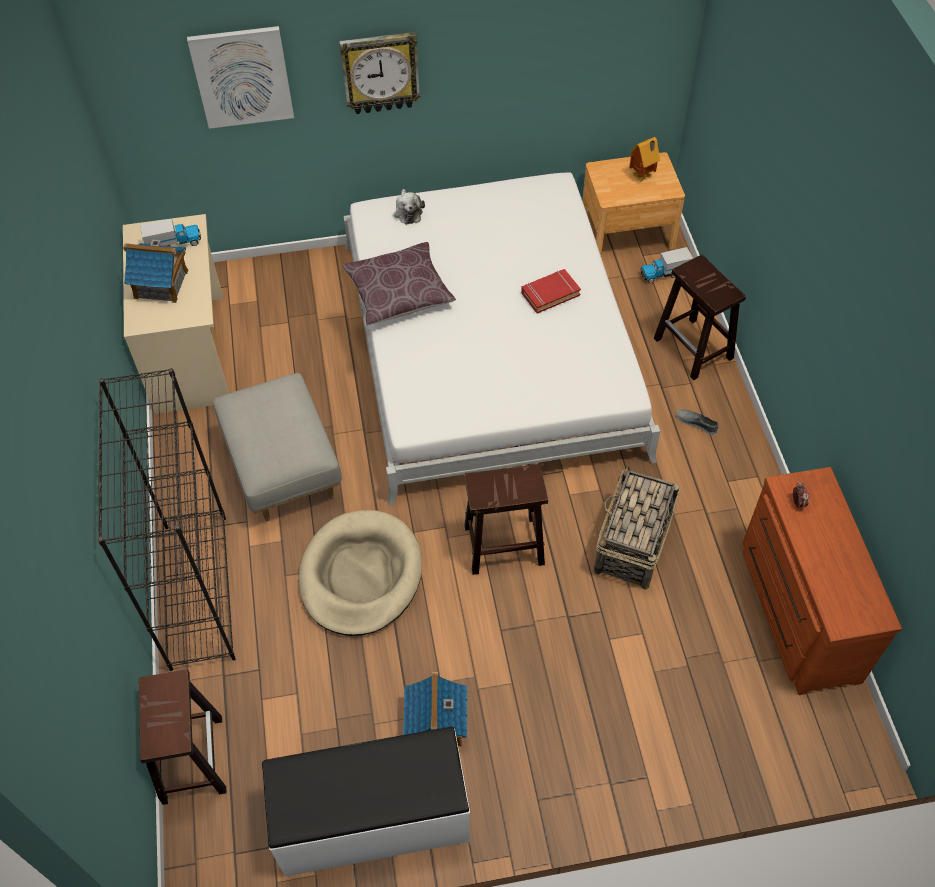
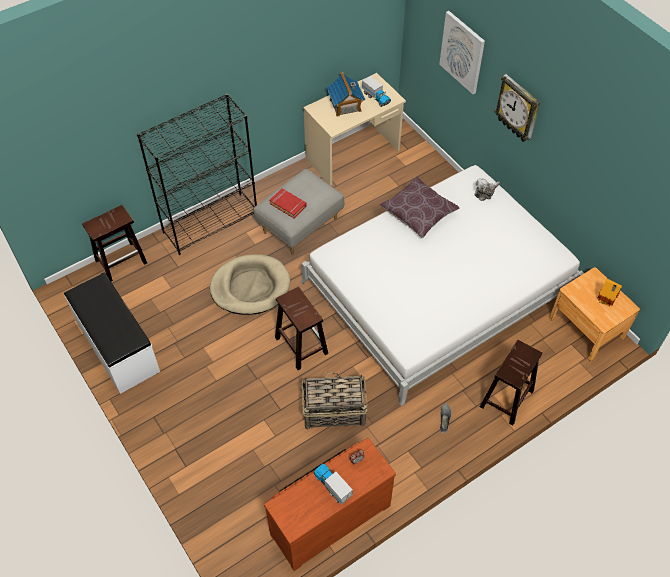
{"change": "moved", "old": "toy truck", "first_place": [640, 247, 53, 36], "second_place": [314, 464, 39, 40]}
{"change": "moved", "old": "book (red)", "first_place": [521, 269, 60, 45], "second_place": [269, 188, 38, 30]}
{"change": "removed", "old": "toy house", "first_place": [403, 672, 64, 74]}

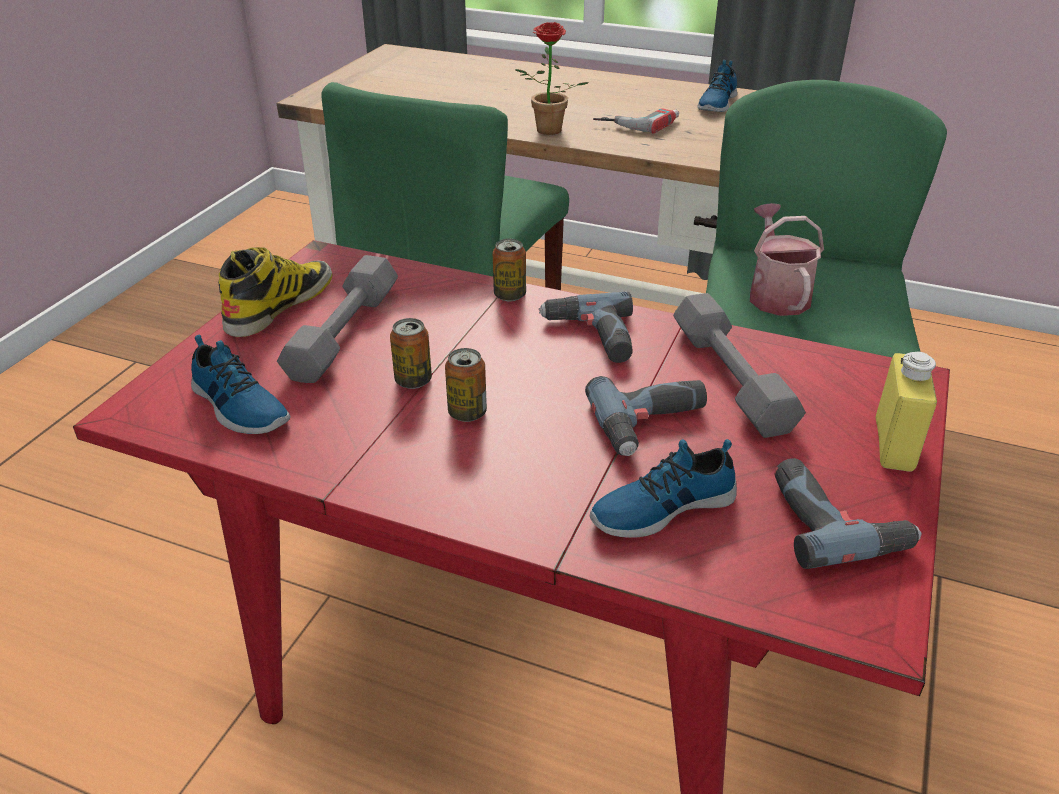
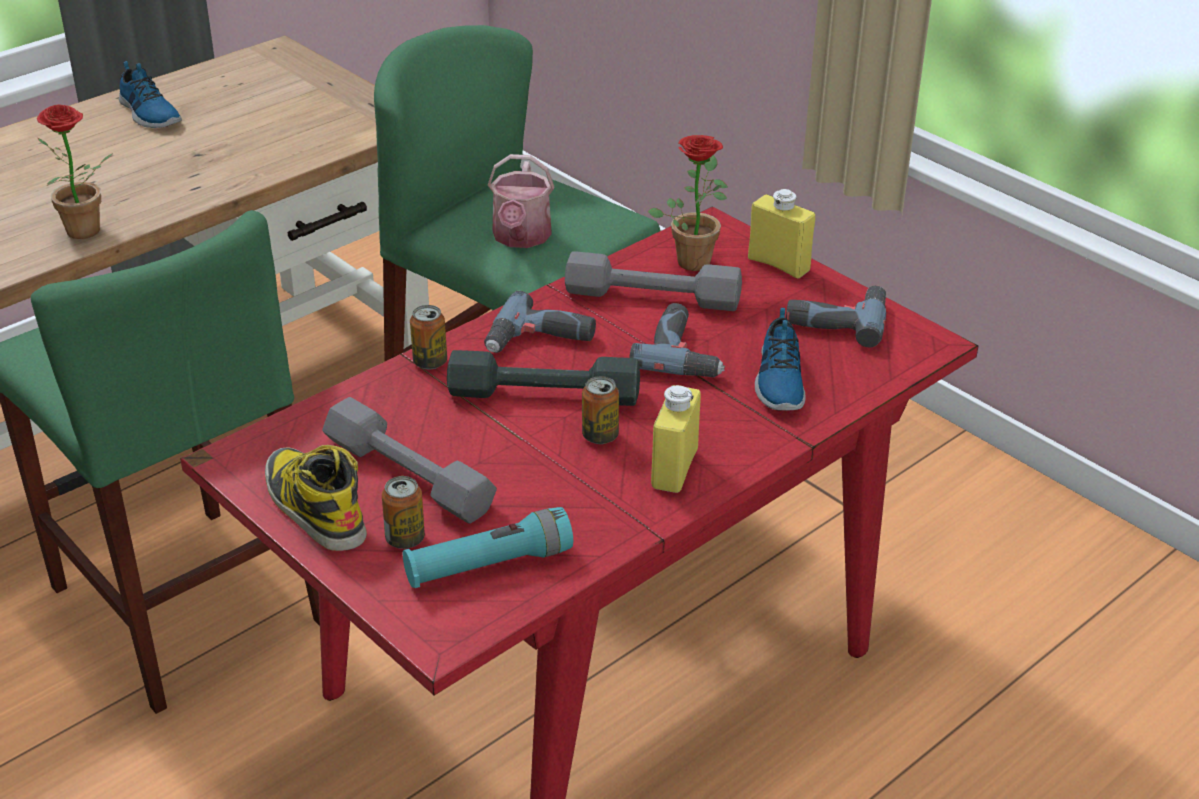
{"change": "removed", "old": "power drill", "first_place": [593, 109, 86, 25]}
{"change": "turned", "old": "watering can", "first_place": [750, 203, 74, 113], "second_place": [488, 154, 66, 94], "degrees": -105}
{"change": "moved", "old": "can", "first_place": [390, 318, 42, 71], "second_place": [382, 476, 43, 73]}
{"change": "replaced", "old": "shoe", "new": "flashlight (turquoise)", "first_place": [191, 334, 100, 100], "second_place": [403, 507, 170, 81]}
{"change": "added", "new": "potted plant", "second_place": [648, 135, 80, 136]}
{"change": "added", "new": "dumbbell (grey)", "second_place": [447, 350, 193, 56]}
{"change": "added", "new": "bottle (yellow)", "second_place": [651, 385, 50, 108]}

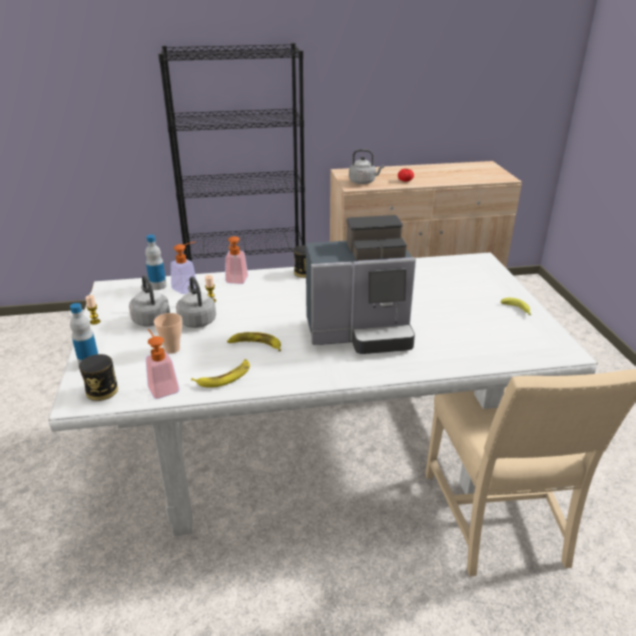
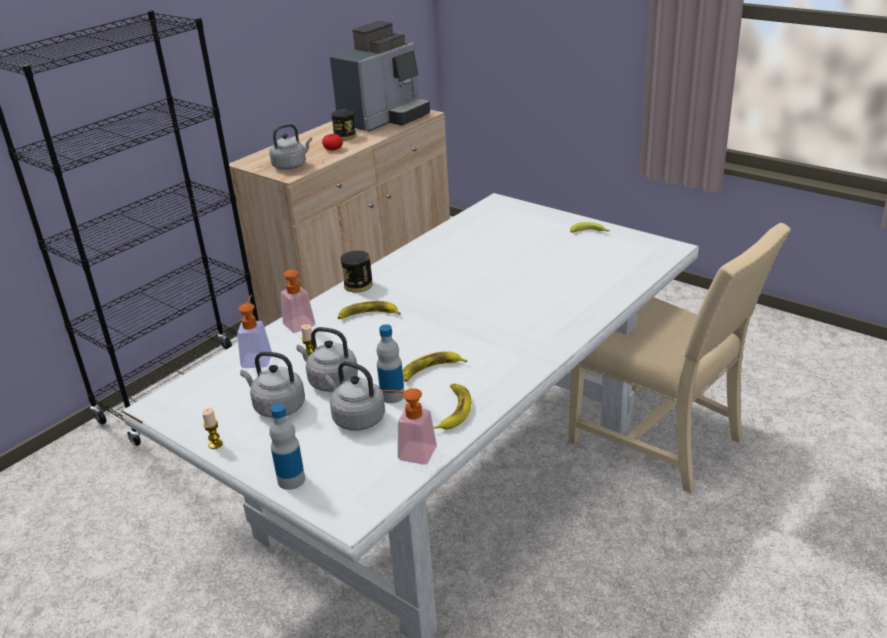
{"change": "moved", "old": "coffee machine", "first_place": [306, 215, 110, 139], "second_place": [330, 21, 100, 111]}
{"change": "moved", "old": "bottle", "first_place": [145, 235, 22, 55], "second_place": [377, 324, 27, 79]}
{"change": "replaced", "old": "cup", "new": "kettle (grey)", "first_place": [154, 313, 28, 41], "second_place": [325, 361, 60, 70]}
{"change": "moved", "old": "can", "first_place": [79, 354, 39, 47], "second_place": [331, 109, 25, 31]}
{"change": "added", "new": "banana", "second_place": [338, 301, 63, 18]}

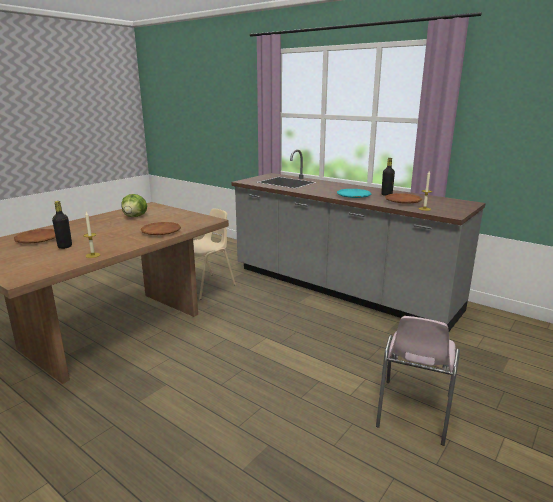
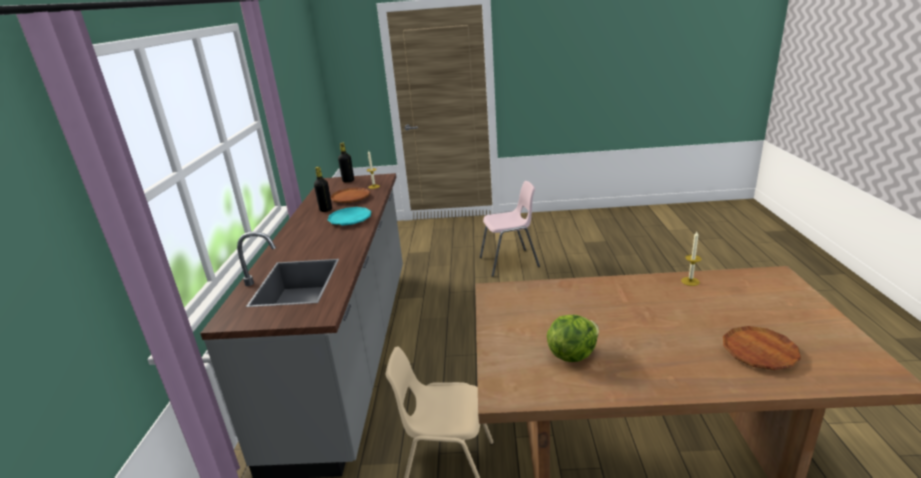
{"change": "moved", "old": "bottle (black)", "first_place": [52, 201, 20, 48], "second_place": [338, 143, 16, 40]}
{"change": "removed", "old": "plate (brown)", "first_place": [141, 222, 40, 13]}

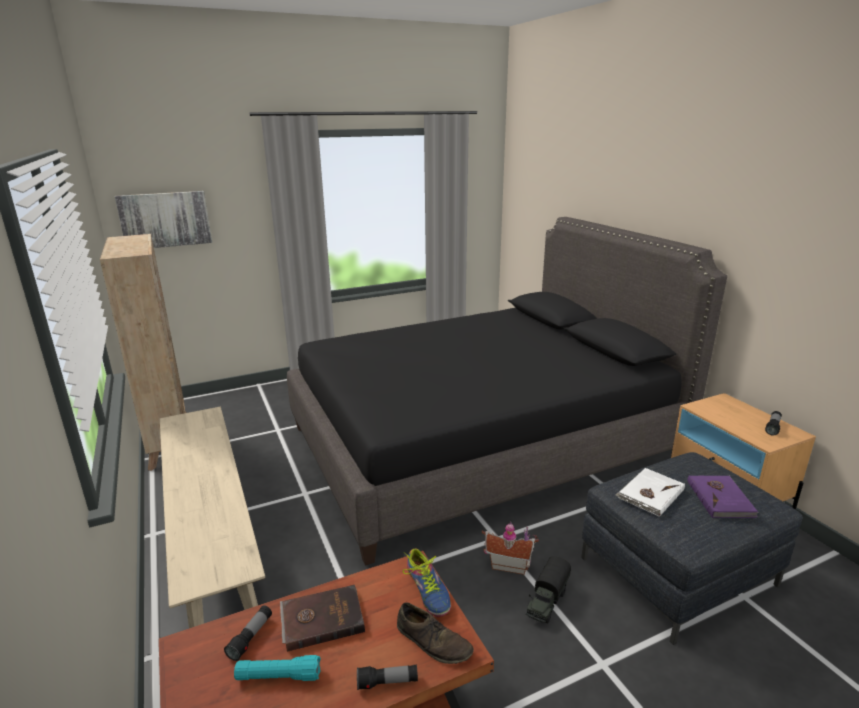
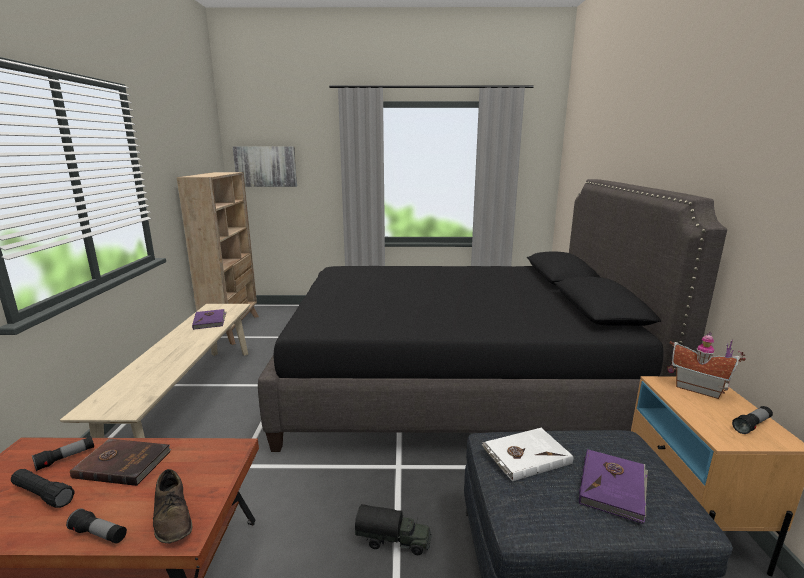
{"change": "moved", "old": "toy house", "first_place": [482, 522, 57, 53], "second_place": [667, 332, 79, 67]}
{"change": "removed", "old": "shoe", "first_place": [403, 549, 48, 68]}
{"change": "turned", "old": "toy truck", "first_place": [526, 556, 45, 67], "second_place": [355, 504, 77, 51], "degrees": -135}
{"change": "recoloured", "old": "flashlight (turquoise)", "new": "flashlight (black)", "first_place": [234, 655, 87, 26], "second_place": [11, 469, 64, 39]}
{"change": "added", "new": "book (purple)", "second_place": [192, 309, 34, 21]}

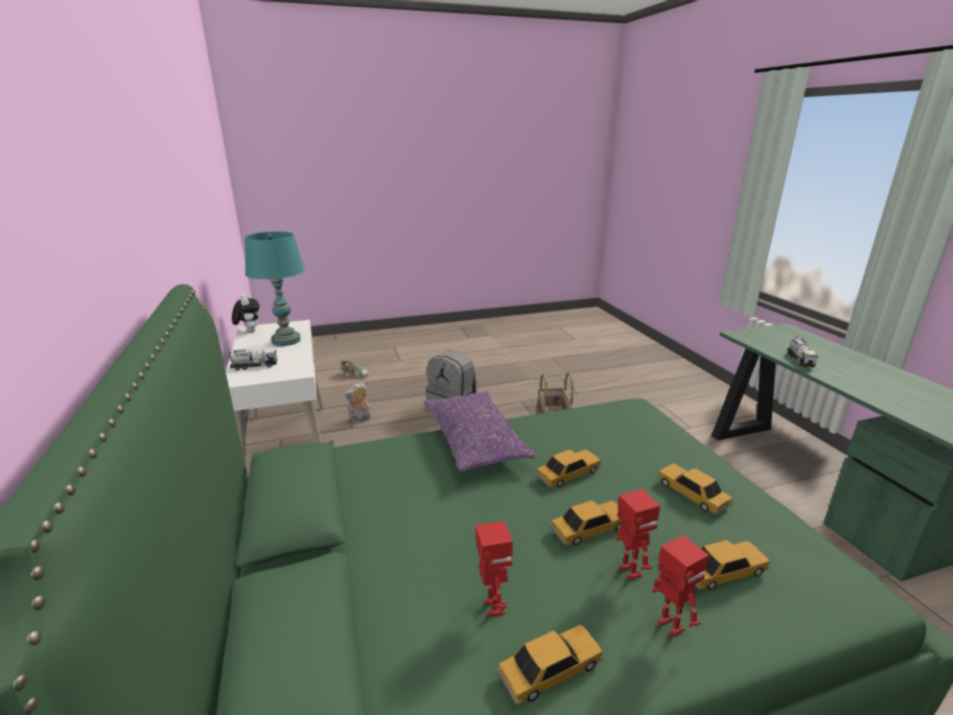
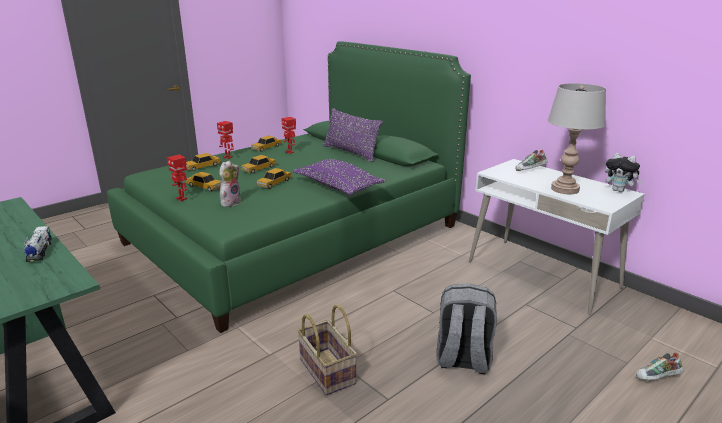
{"change": "recoloured", "old": "table lamp (turquoise)", "new": "table lamp (grey)", "first_place": [245, 232, 60, 114], "second_place": [548, 83, 58, 111]}
{"change": "replaced", "old": "toy truck", "new": "shoe", "first_place": [230, 349, 47, 21], "second_place": [516, 150, 32, 21]}
{"change": "moved", "old": "plush toy", "first_place": [344, 382, 27, 41], "second_place": [219, 160, 22, 47]}
{"change": "moved", "old": "toy robot", "first_place": [616, 489, 44, 91], "second_place": [167, 155, 20, 46]}
{"change": "added", "new": "pillow (purple)", "second_place": [323, 108, 60, 54]}

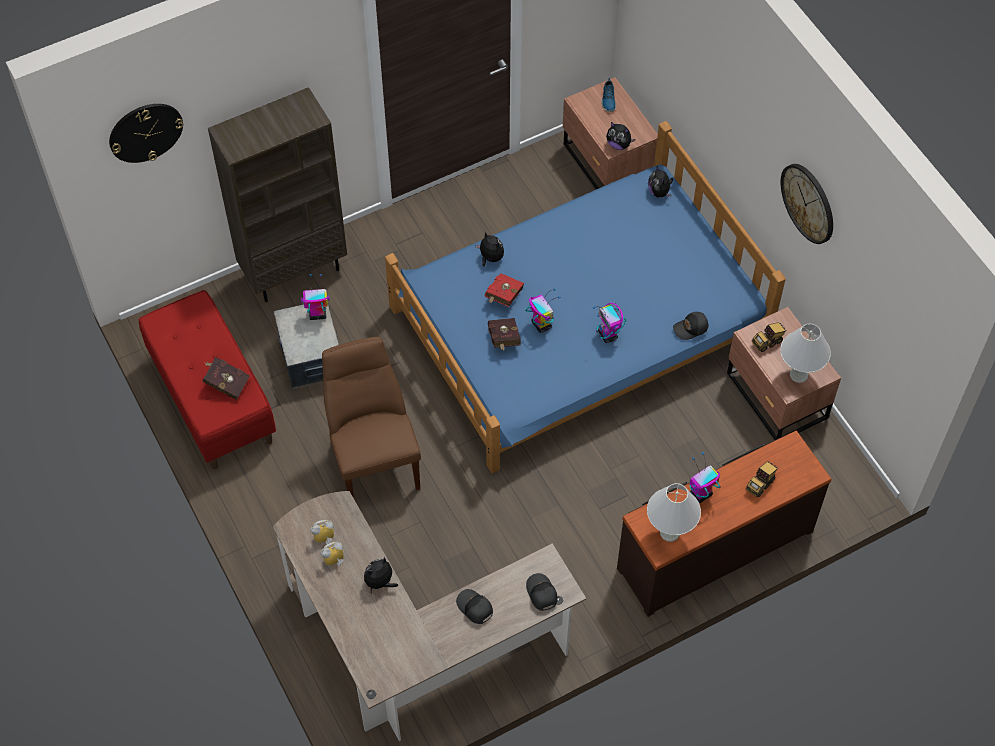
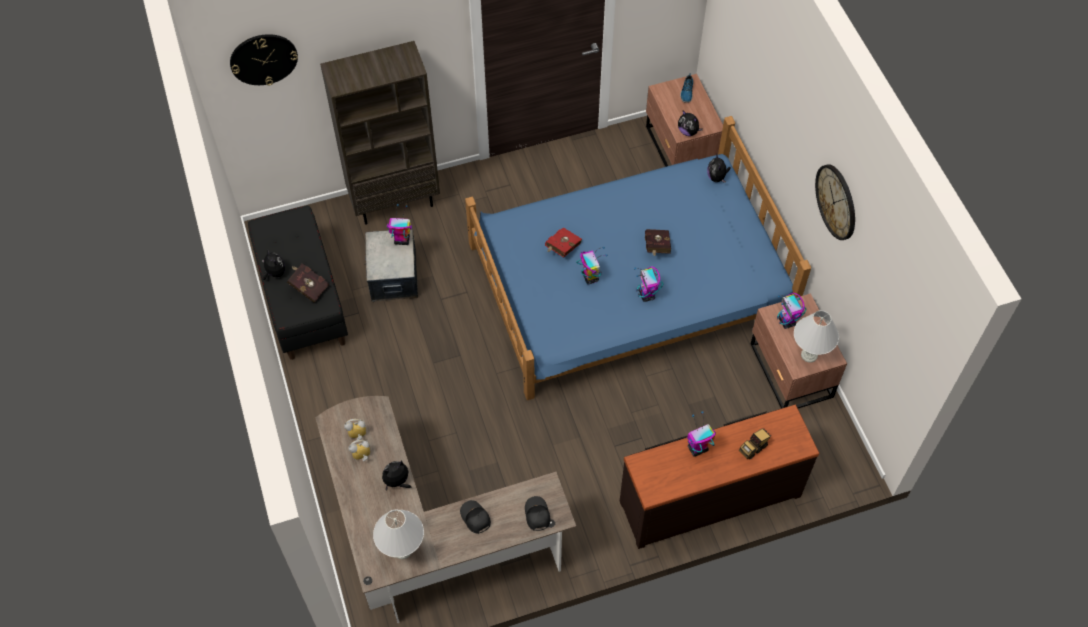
{"change": "moved", "old": "plush toy", "first_place": [476, 232, 28, 35], "second_place": [262, 250, 23, 30]}
{"change": "recoloured", "old": "bench (red)", "new": "bench (black)", "first_place": [139, 290, 137, 179], "second_place": [248, 205, 100, 155]}
{"change": "removed", "old": "cap (black)", "first_place": [673, 312, 36, 28]}
{"change": "moved", "old": "book (red)", "first_place": [488, 318, 33, 33], "second_place": [645, 229, 26, 27]}
{"change": "replaced", "old": "toy truck", "new": "toy robot", "first_place": [752, 322, 35, 30], "second_place": [777, 293, 30, 36]}
{"change": "removed", "old": "chair (brown)", "first_place": [322, 337, 99, 161]}
{"change": "moved", "old": "table lamp (white)", "first_place": [647, 483, 54, 59], "second_place": [373, 510, 51, 49]}

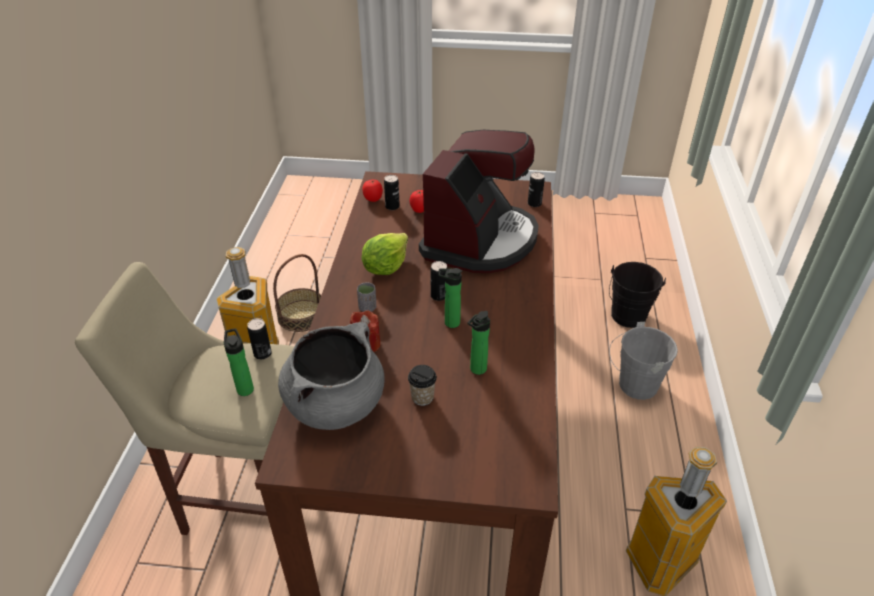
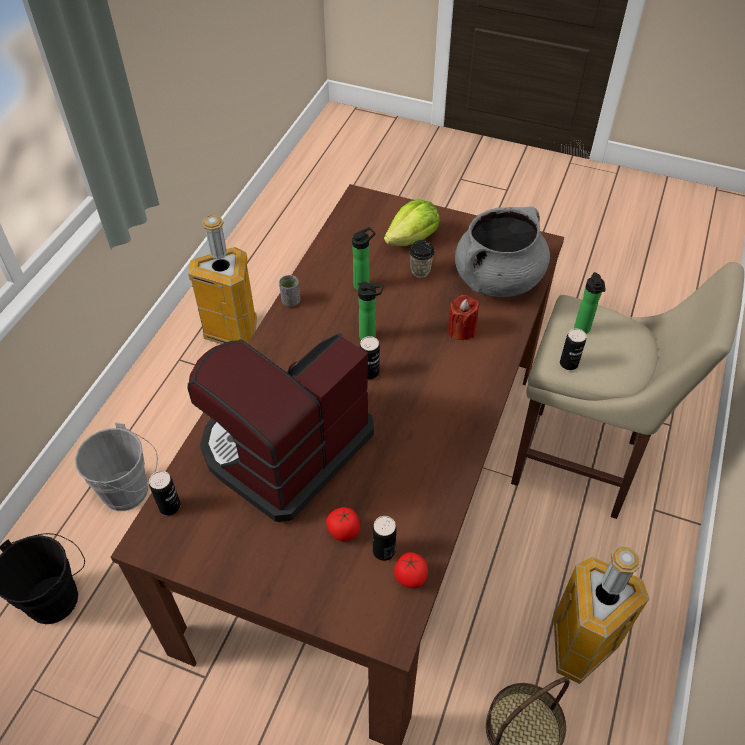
{"change": "moved", "old": "lettuce", "first_place": [361, 233, 47, 42], "second_place": [384, 199, 56, 47]}
{"change": "moved", "old": "cup (grey)", "first_place": [357, 282, 19, 30], "second_place": [279, 275, 21, 31]}

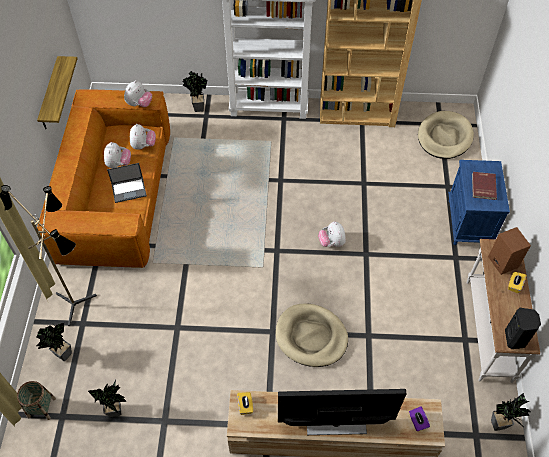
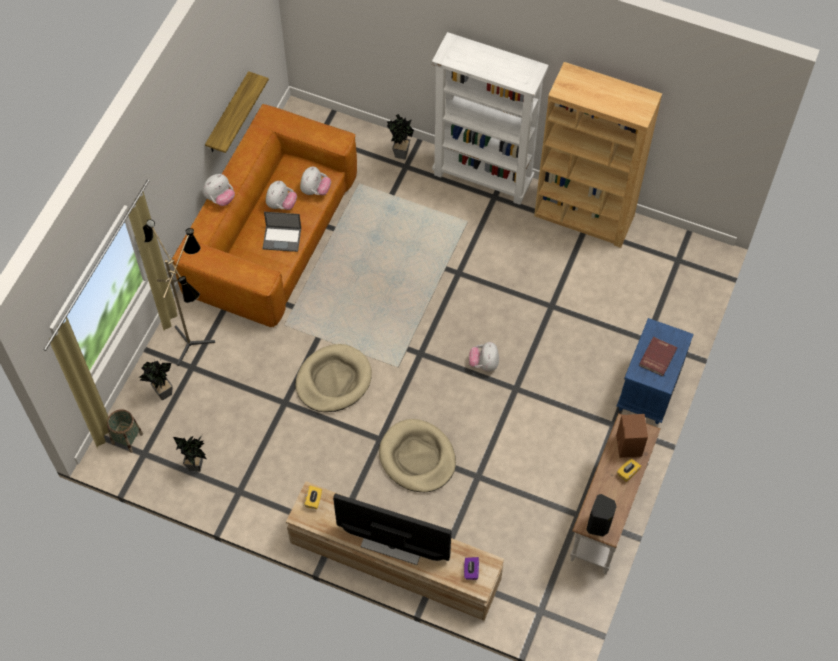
{"change": "moved", "old": "plush toy", "first_place": [124, 80, 28, 27], "second_place": [202, 174, 33, 32]}
{"change": "moved", "old": "dog bed (beige)", "first_place": [418, 111, 56, 48], "second_place": [295, 344, 77, 68]}
{"change": "removed", "old": "potted plant", "first_place": [491, 393, 40, 38]}

